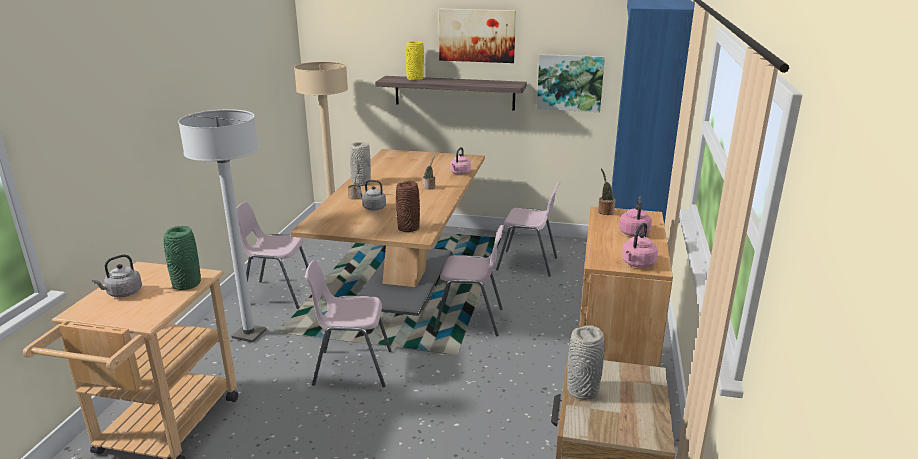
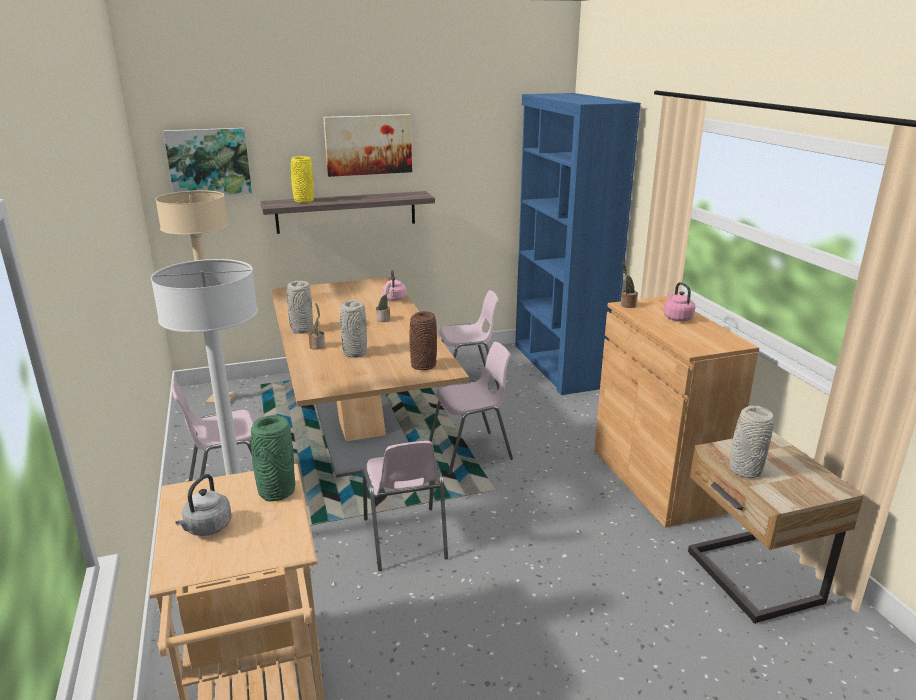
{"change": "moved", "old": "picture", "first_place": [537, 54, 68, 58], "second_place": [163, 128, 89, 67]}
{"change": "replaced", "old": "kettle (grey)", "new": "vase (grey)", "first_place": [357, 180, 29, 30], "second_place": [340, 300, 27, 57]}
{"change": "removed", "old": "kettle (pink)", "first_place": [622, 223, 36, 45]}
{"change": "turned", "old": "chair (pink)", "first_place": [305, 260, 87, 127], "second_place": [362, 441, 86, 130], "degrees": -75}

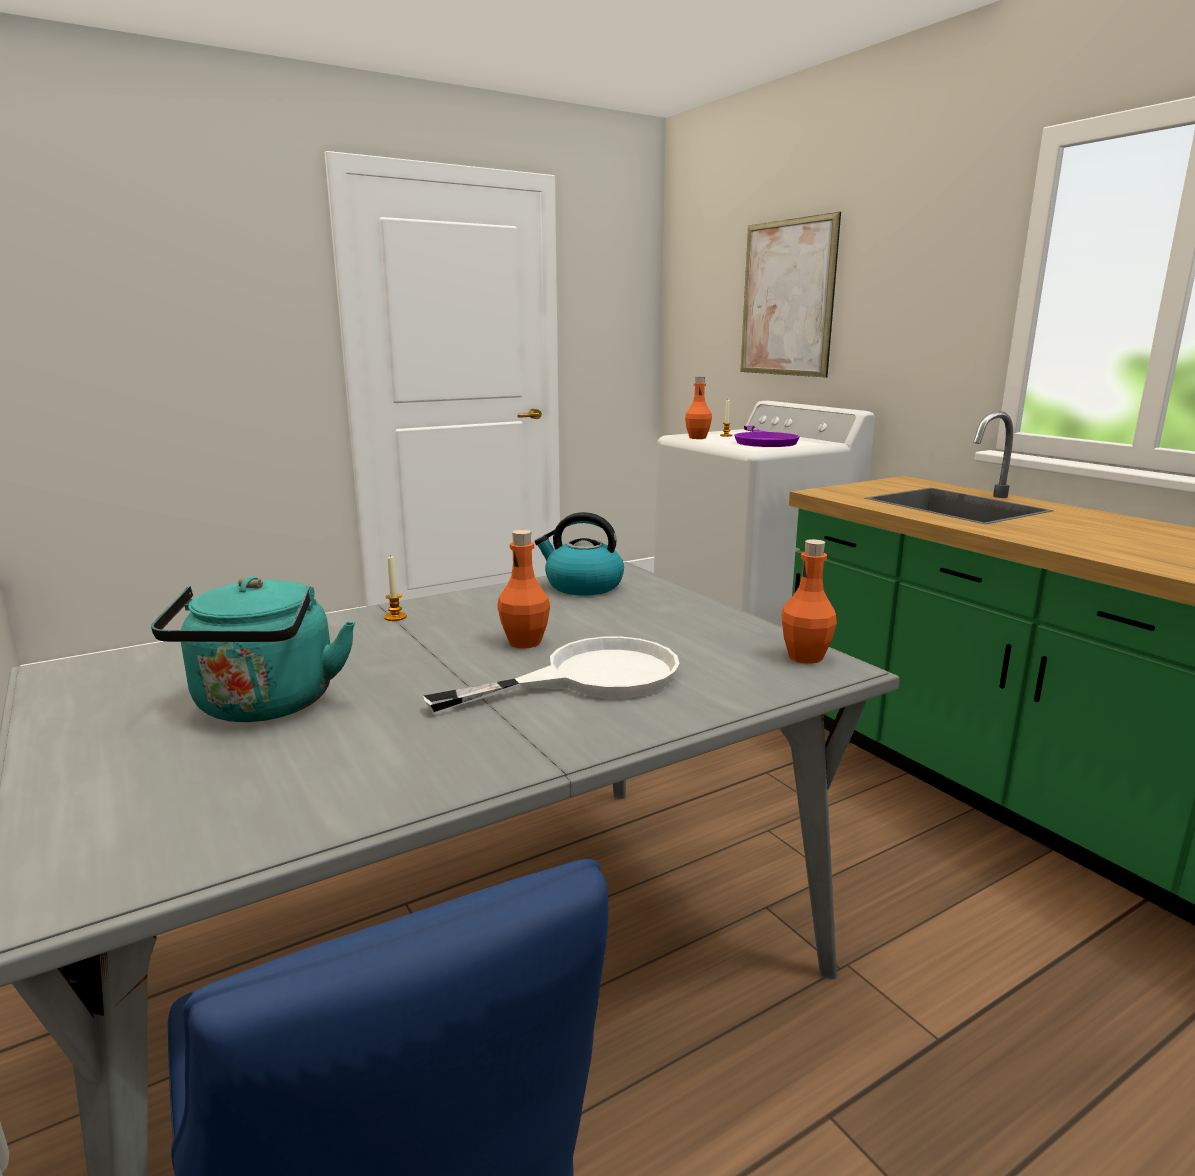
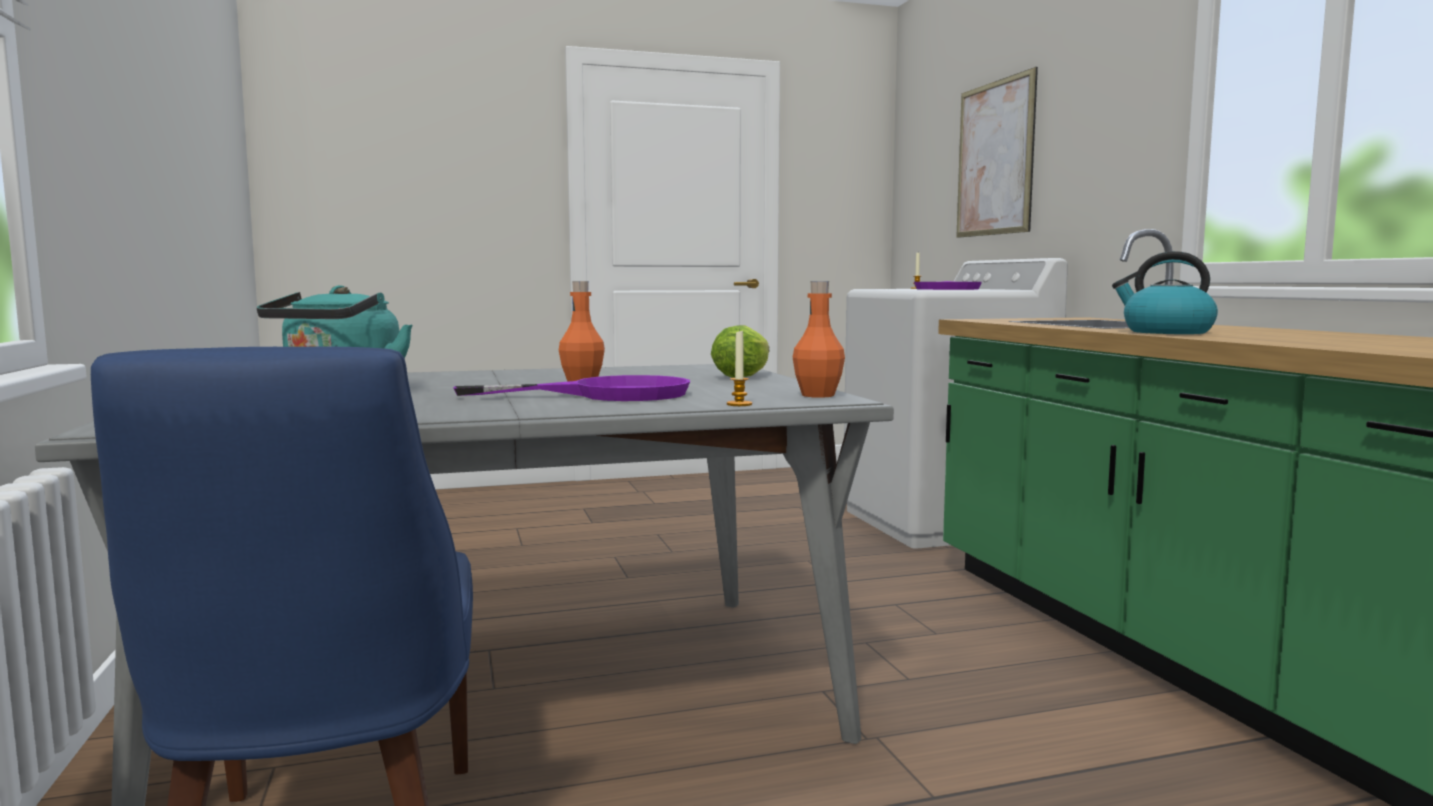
{"change": "removed", "old": "bottle (orange)", "first_place": [685, 377, 27, 62]}
{"change": "moved", "old": "kettle", "first_place": [535, 512, 89, 84], "second_place": [1112, 251, 106, 83]}
{"change": "moved", "old": "candle", "first_place": [384, 555, 23, 66], "second_place": [727, 329, 25, 77]}
{"change": "recoloured", "old": "frying pan (white)", "new": "frying pan (purple)", "first_place": [423, 637, 257, 75], "second_place": [453, 375, 237, 26]}
{"change": "added", "new": "lettuce", "second_place": [711, 325, 58, 53]}

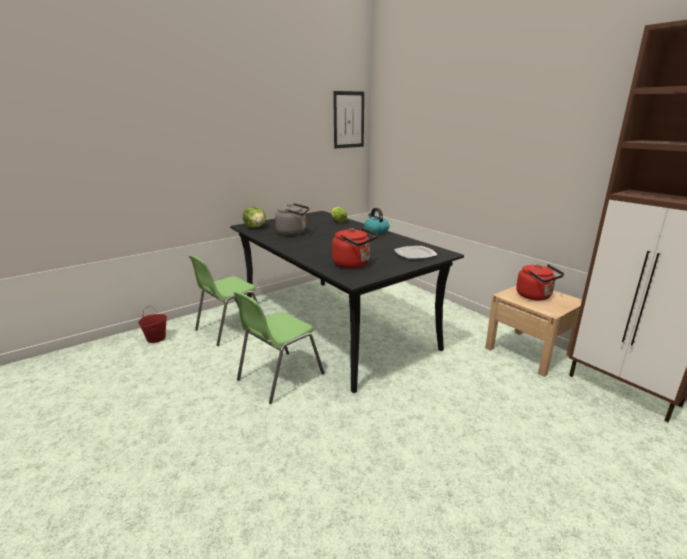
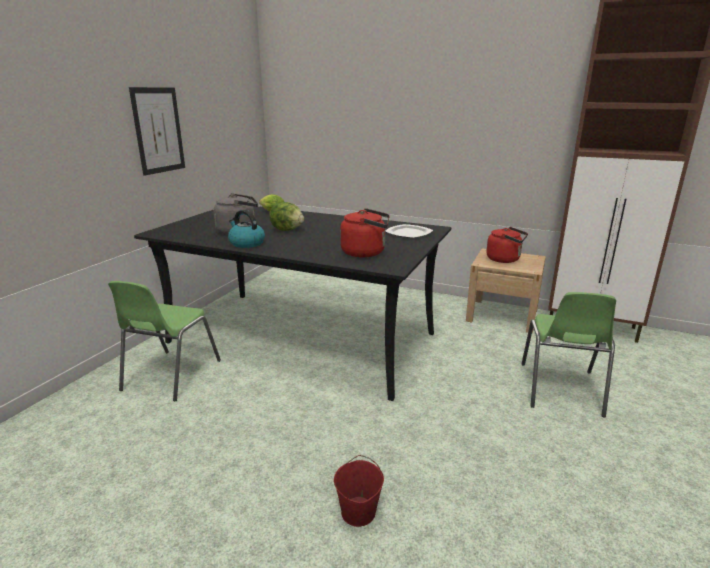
{"change": "moved", "old": "picture", "first_place": [333, 91, 31, 58], "second_place": [129, 87, 56, 89]}
{"change": "moved", "old": "lettuce", "first_place": [243, 207, 23, 21], "second_place": [269, 202, 35, 29]}
{"change": "moved", "old": "kettle", "first_place": [364, 208, 26, 27], "second_place": [228, 210, 37, 38]}
{"change": "moved", "old": "chair (green)", "first_place": [234, 291, 90, 113], "second_place": [522, 292, 94, 126]}
{"change": "moved", "old": "bucket (red)", "first_place": [138, 306, 29, 37], "second_place": [334, 455, 50, 72]}

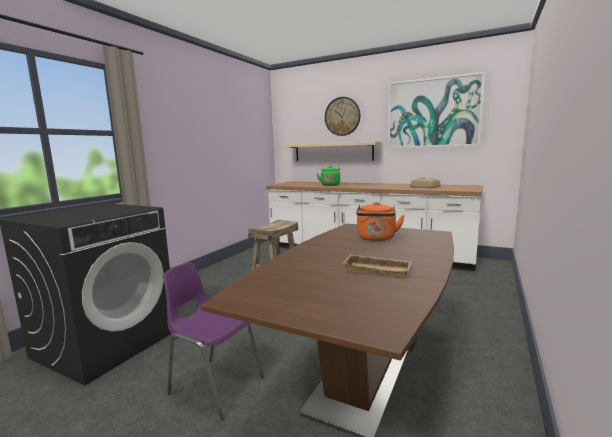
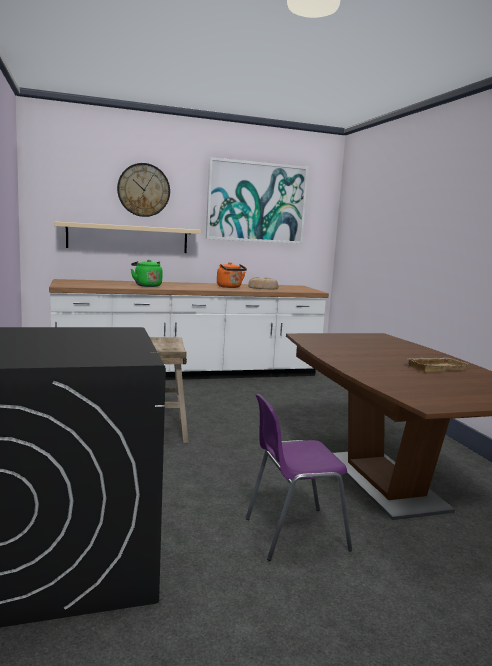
{"change": "moved", "old": "kettle (orange)", "first_place": [356, 202, 49, 39], "second_place": [217, 262, 30, 26]}

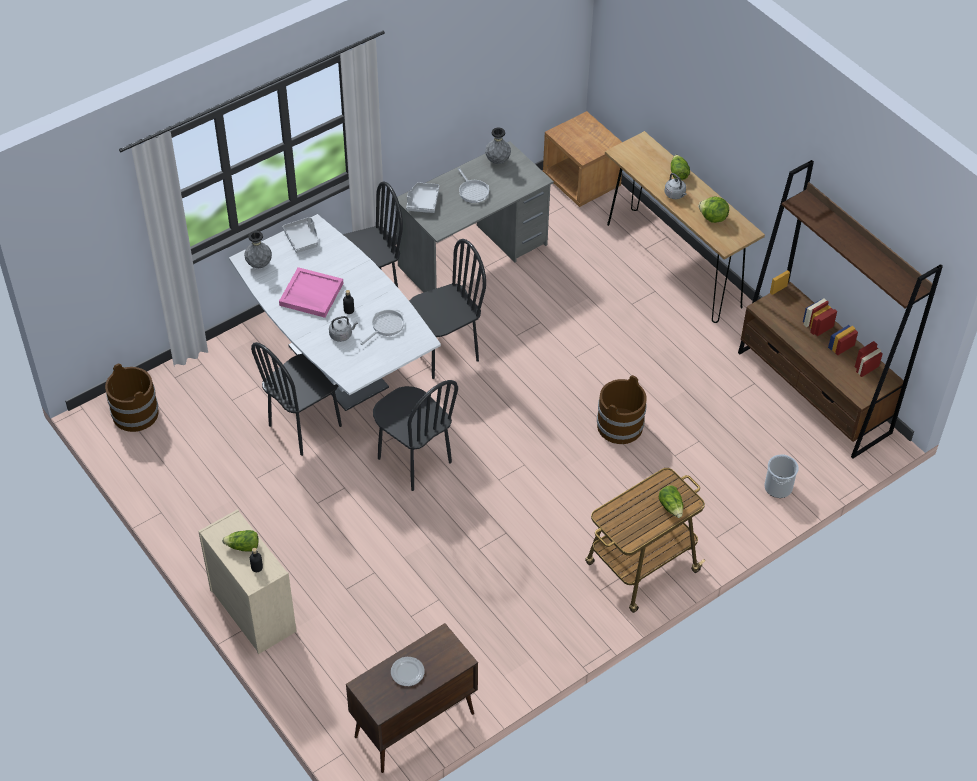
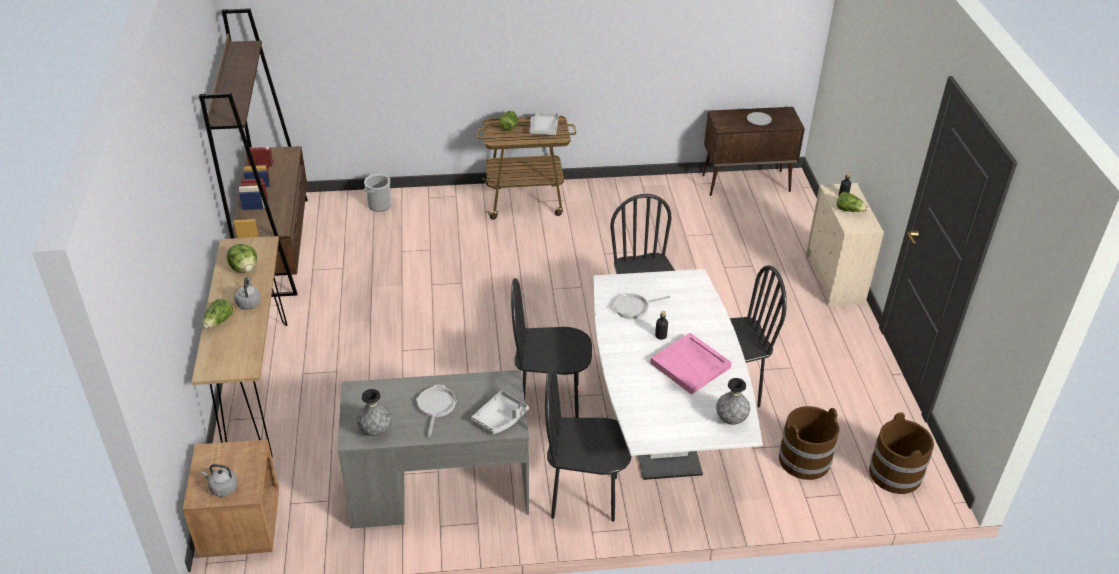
{"change": "moved", "old": "tray (grey)", "first_place": [282, 217, 36, 36], "second_place": [530, 112, 29, 23]}
{"change": "moved", "old": "kettle (grey)", "first_place": [329, 316, 29, 26], "second_place": [201, 464, 37, 33]}
{"change": "moved", "old": "bucket (brown)", "first_place": [597, 375, 50, 69], "second_place": [779, 406, 61, 74]}

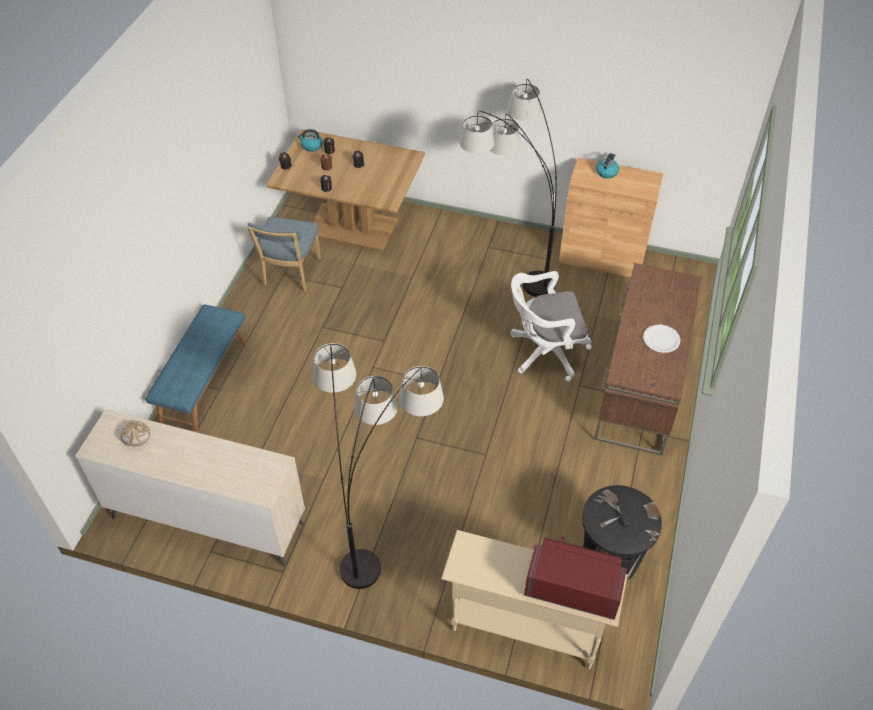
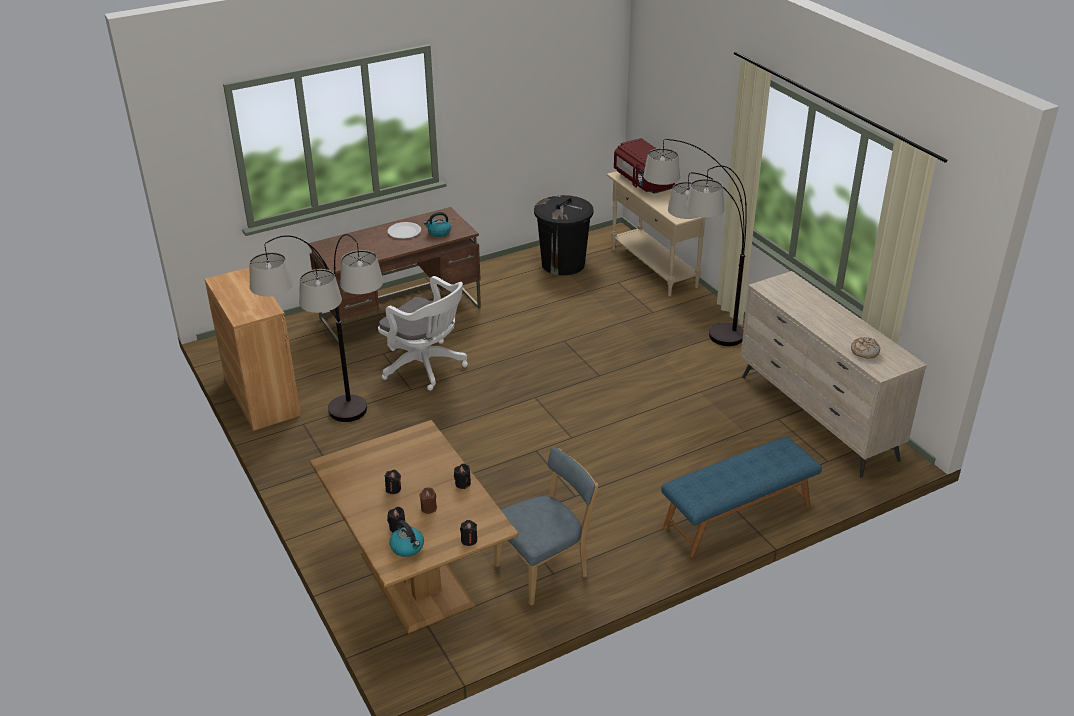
{"change": "moved", "old": "kettle", "first_place": [596, 153, 23, 25], "second_place": [424, 212, 27, 25]}

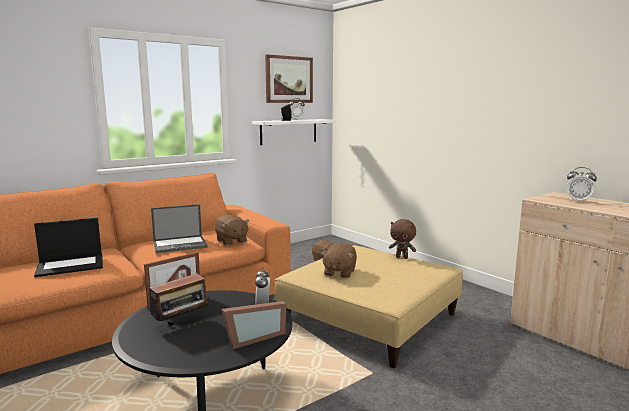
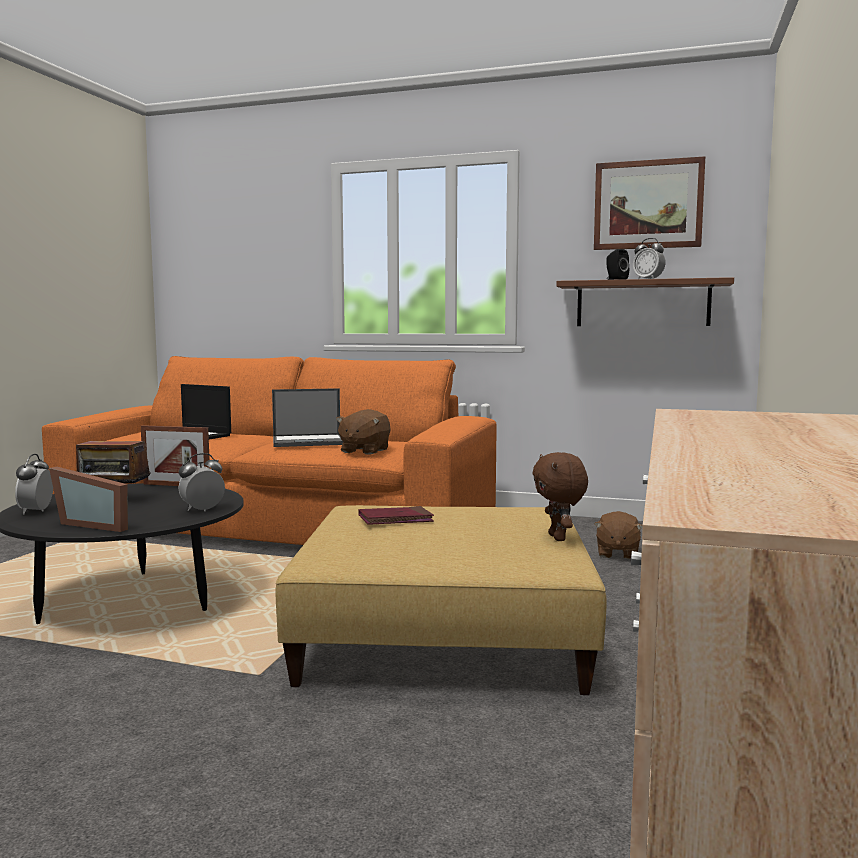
{"change": "recoloured", "old": "shelf (white)", "new": "shelf (brown)", "first_place": [252, 119, 84, 26], "second_place": [556, 277, 178, 49]}
{"change": "moved", "old": "alarm clock", "first_place": [567, 167, 30, 36], "second_place": [15, 454, 38, 60]}
{"change": "turned", "old": "laptop", "first_place": [151, 204, 56, 49], "second_place": [272, 388, 71, 59], "degrees": -45}
{"change": "replaced", "old": "plush toy (brown)", "new": "book (red)", "first_place": [321, 243, 36, 35], "second_place": [358, 506, 76, 19]}

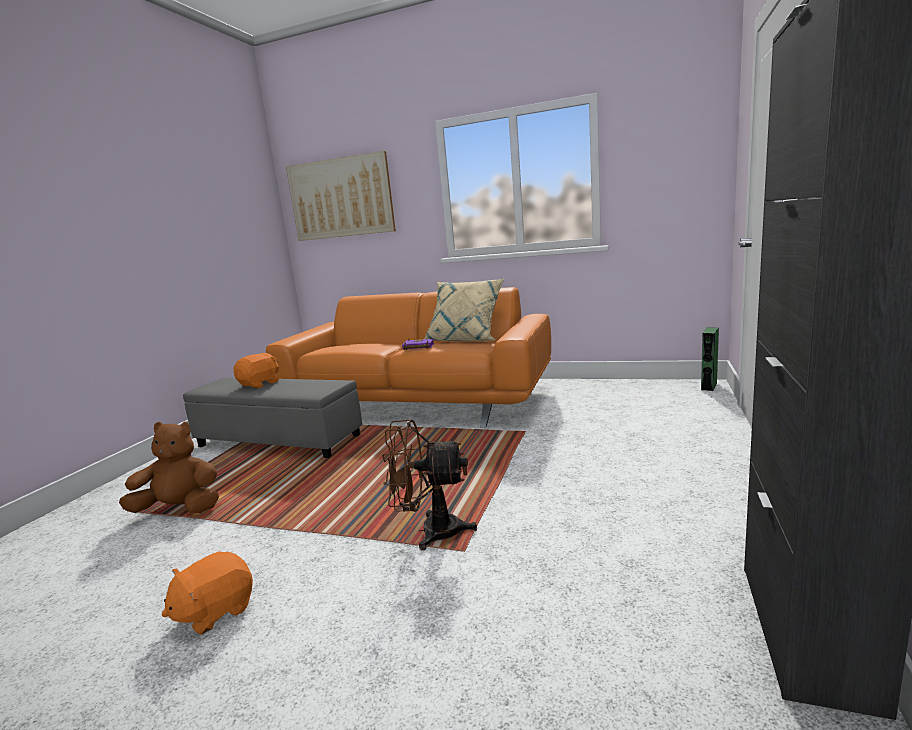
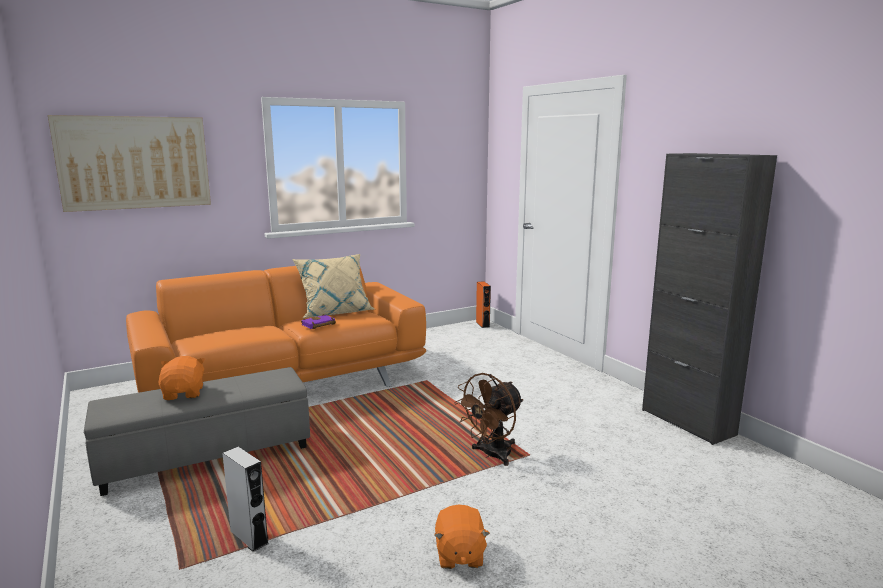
{"change": "recoloured", "old": "speaker (green)", "new": "speaker (orange)", "first_place": [701, 327, 18, 64], "second_place": [476, 281, 15, 47]}
{"change": "replaced", "old": "plush toy (brown)", "new": "speaker (grey)", "first_place": [119, 422, 100, 91], "second_place": [222, 447, 47, 105]}

